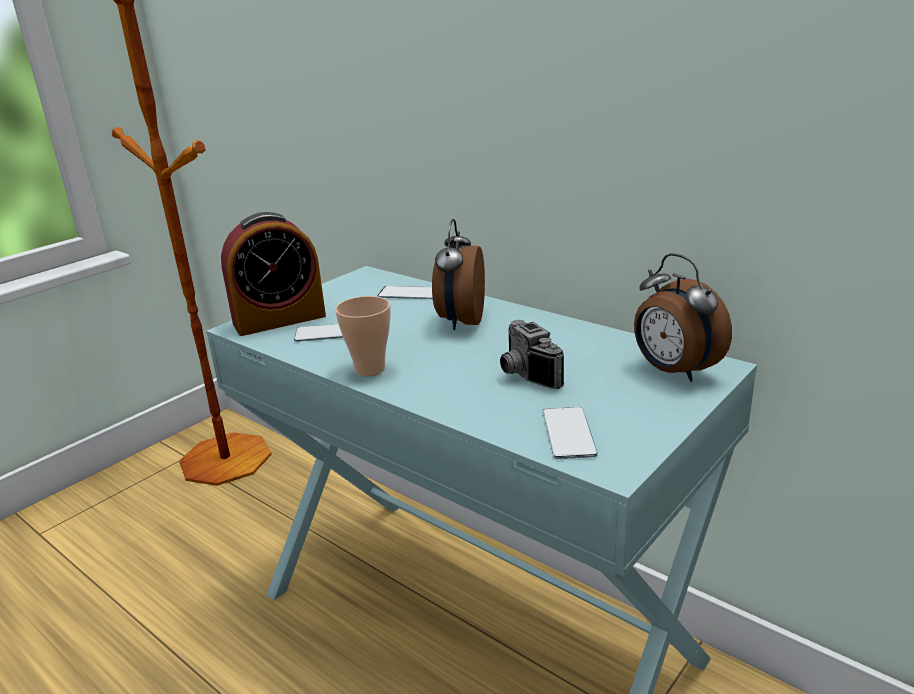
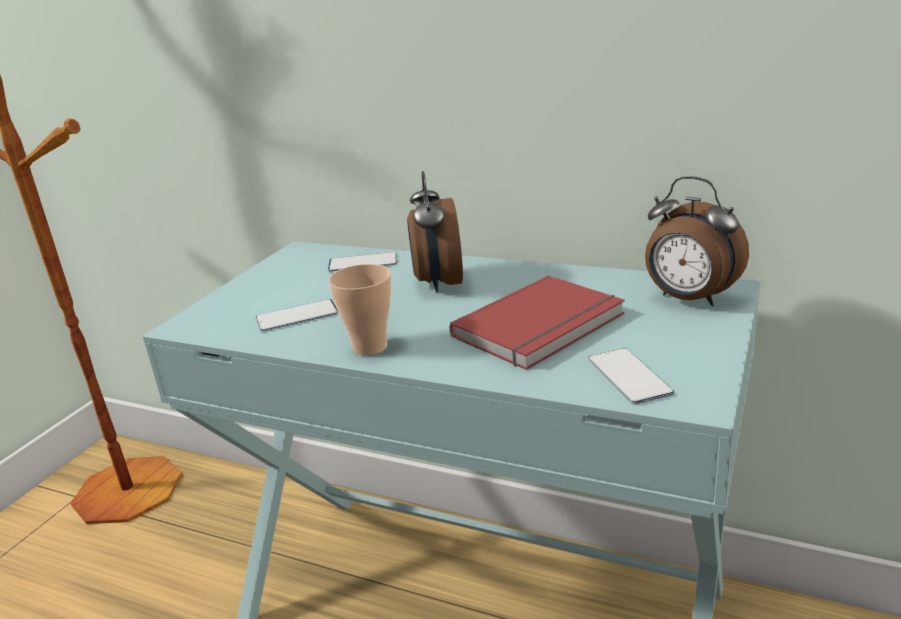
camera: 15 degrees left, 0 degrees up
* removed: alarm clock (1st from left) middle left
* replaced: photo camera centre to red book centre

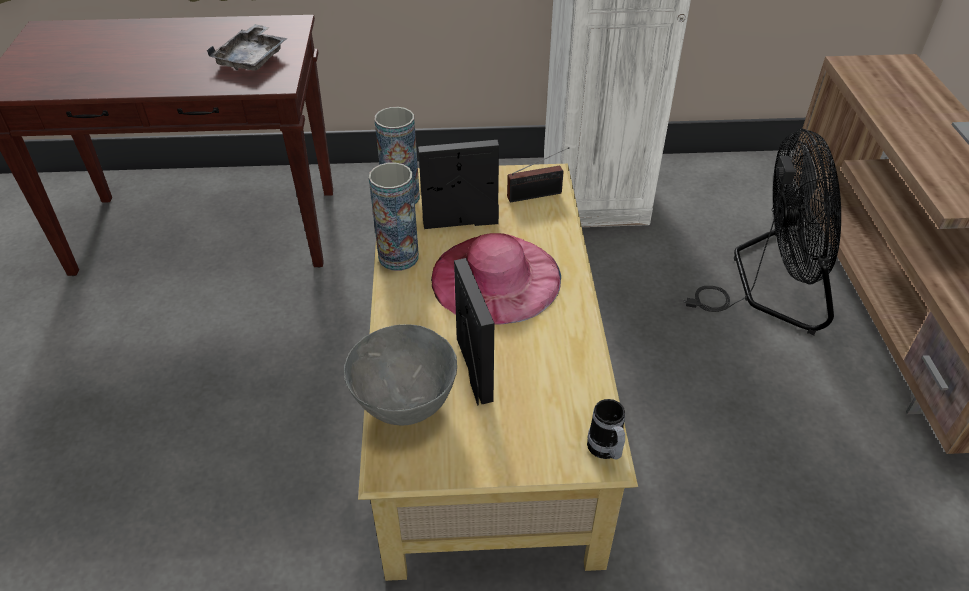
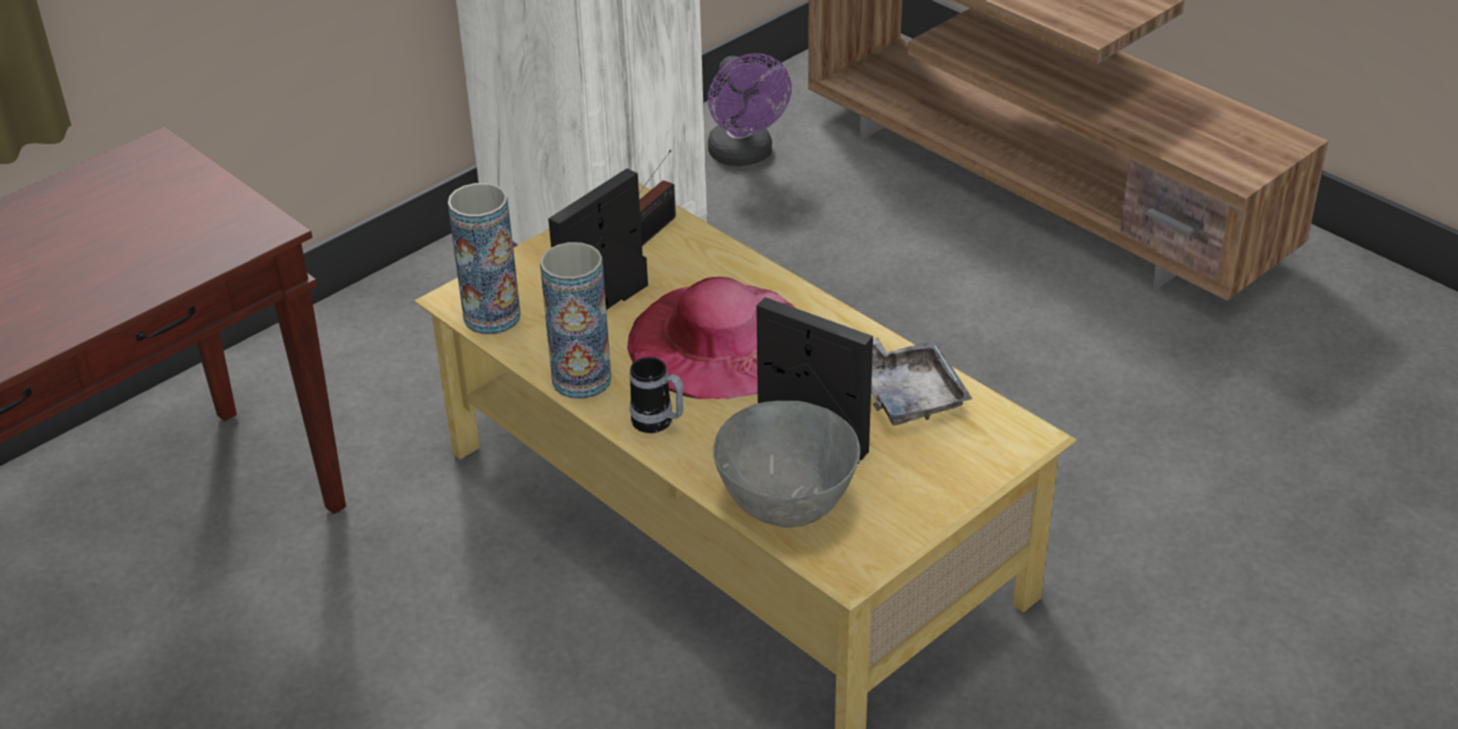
camera: 40 degrees left, 5 degrees down
* moved: grey tray top left to centre
* removed: black fan middle right
* moved: mug bottom centre to centre
* added: purple fan top centre

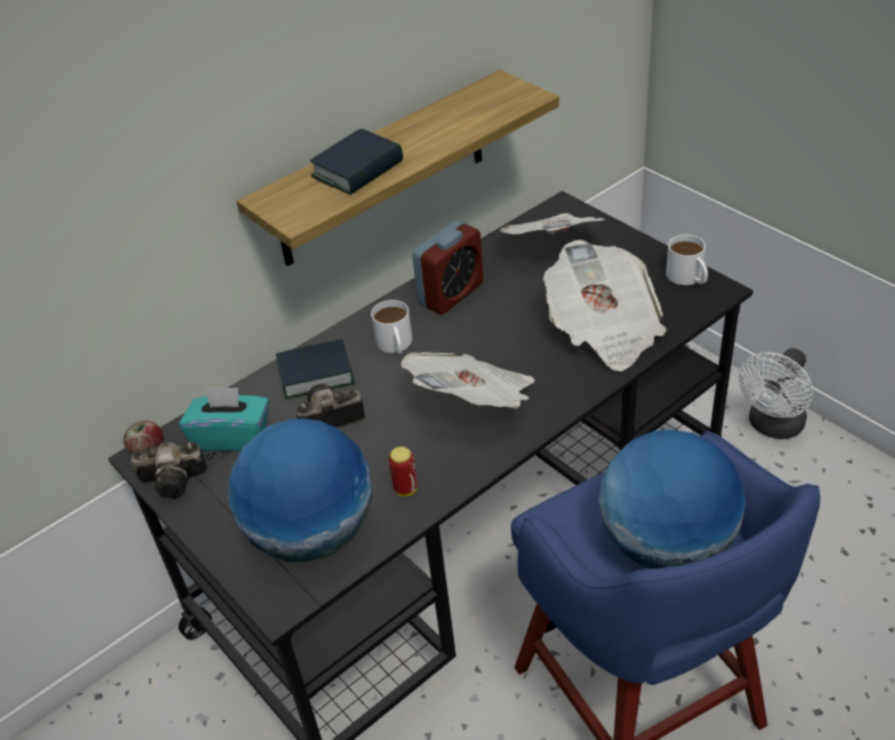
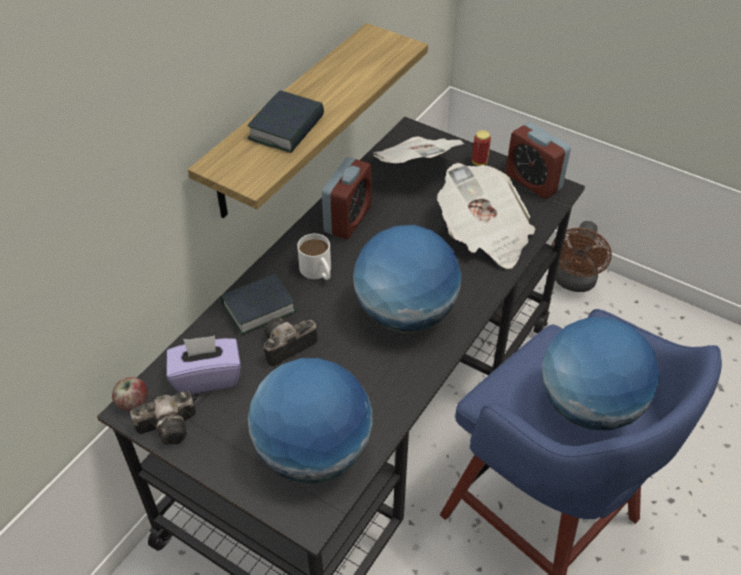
camera: 20 degrees left, 5 degrees up
* replaced: white mug (2nd from left) middle right to alarm clock (2nd from left) top right
* recoloured: white fan middle right to brown fan middle right
* replaced: newspaper (1st from left) centre to globe (2nd from left) centre
* recoloured: turquoise tissue box middle left to purple tissue box middle left
* moved: can centre to top centre

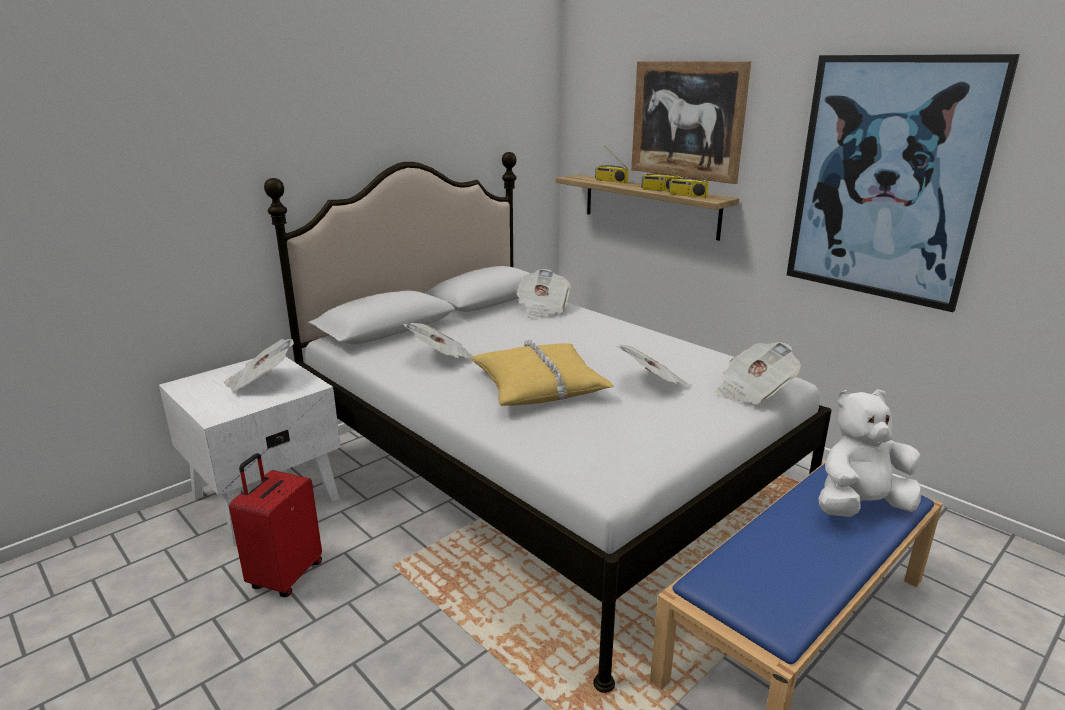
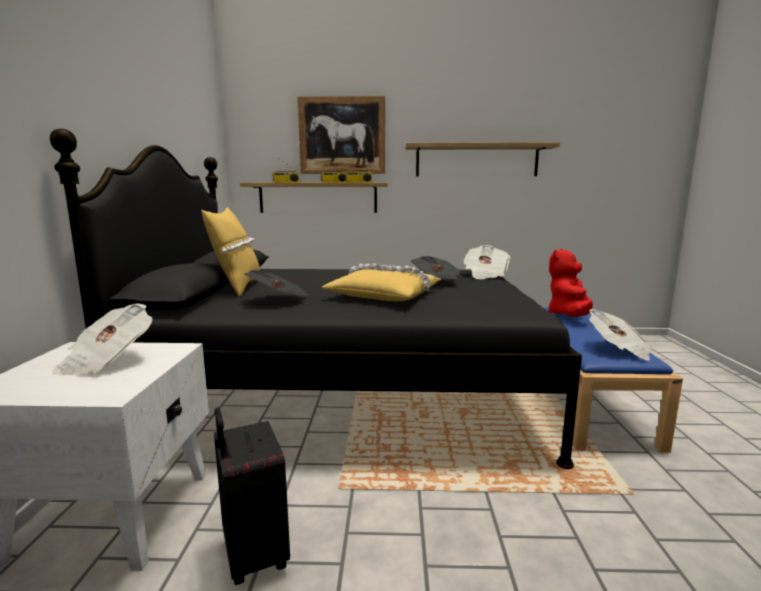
camera: 45 degrees left, 10 degrees down
* replaced: picture (2nd from left) top right to shelf (2nd from left) top centre
* recoloured: white bed centre to black bed centre
* moved: newspaper (3rd from left in the first image) centre to newspaper (5th from left) middle right
* recoloured: white plush toy middle right to red plush toy middle right
* recoloured: red suitcase bottom left to black suitcase bottom left
* added: yellow pillow (1st from left) middle left

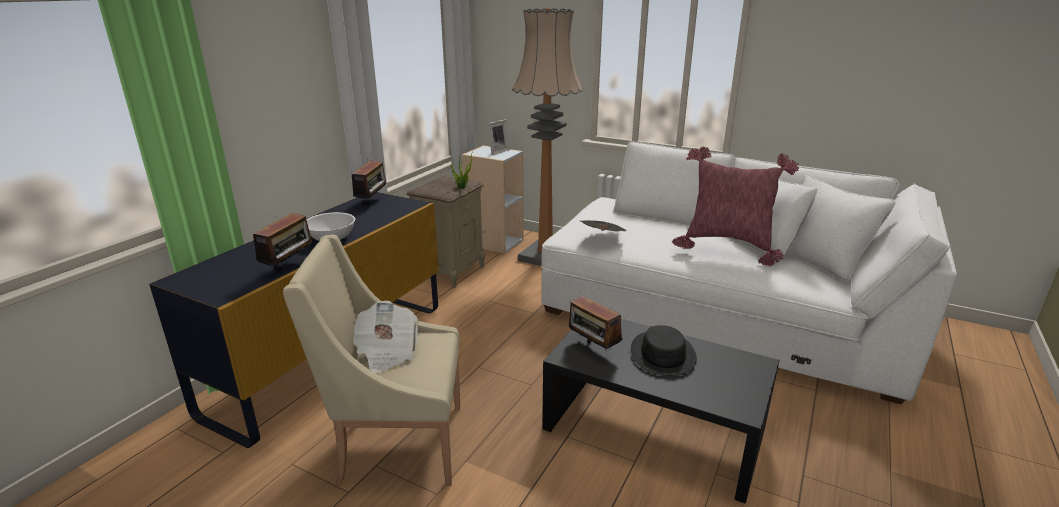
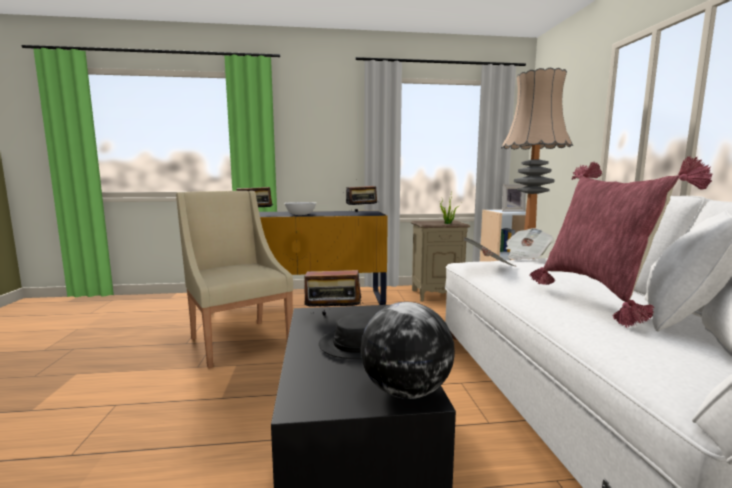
camera: 55 degrees right, 15 degrees down
* turned: radio (3rd from left in the first image) centre = centre 105 degrees counterclockwise
* moved: newspaper (1st from left in the first image) centre to newspaper (2nd from left) middle right
* added: globe bottom centre

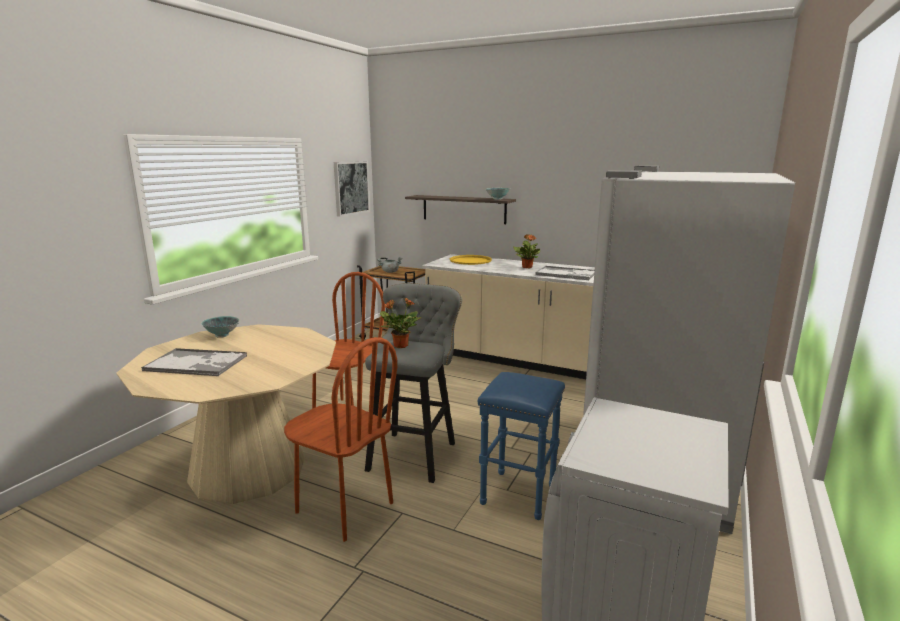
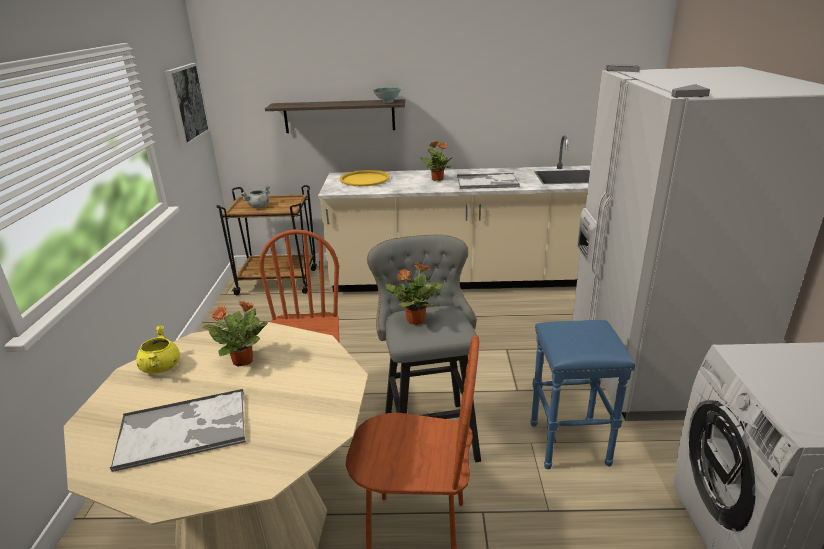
camera: 25 degrees left, 10 degrees up
* replaced: bowl (1st from left) middle left to yellow cooking pot middle left
* added: potted plant (1st from left) middle left

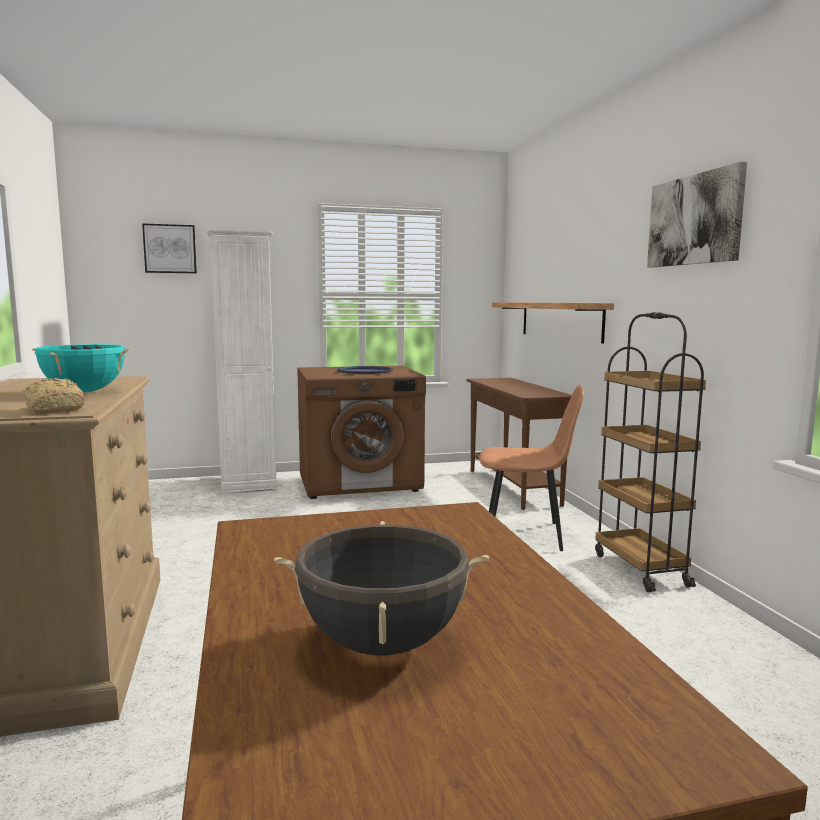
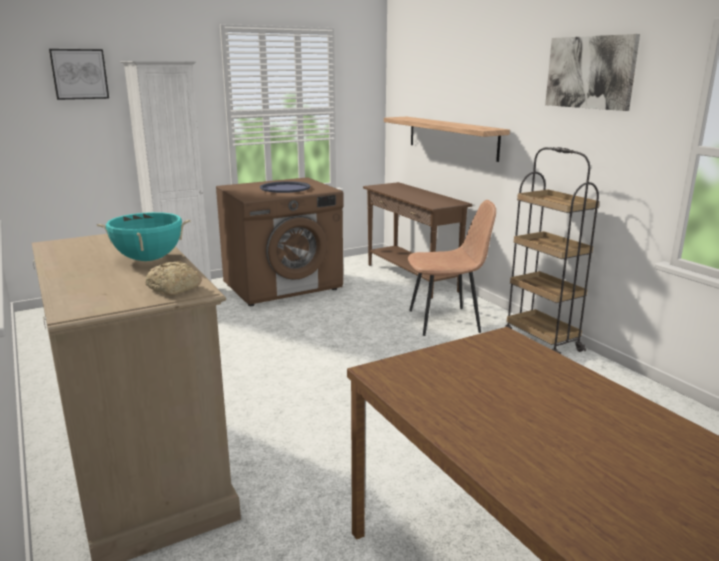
camera: 15 degrees left, 10 degrees up
* removed: black cooking pot bottom centre

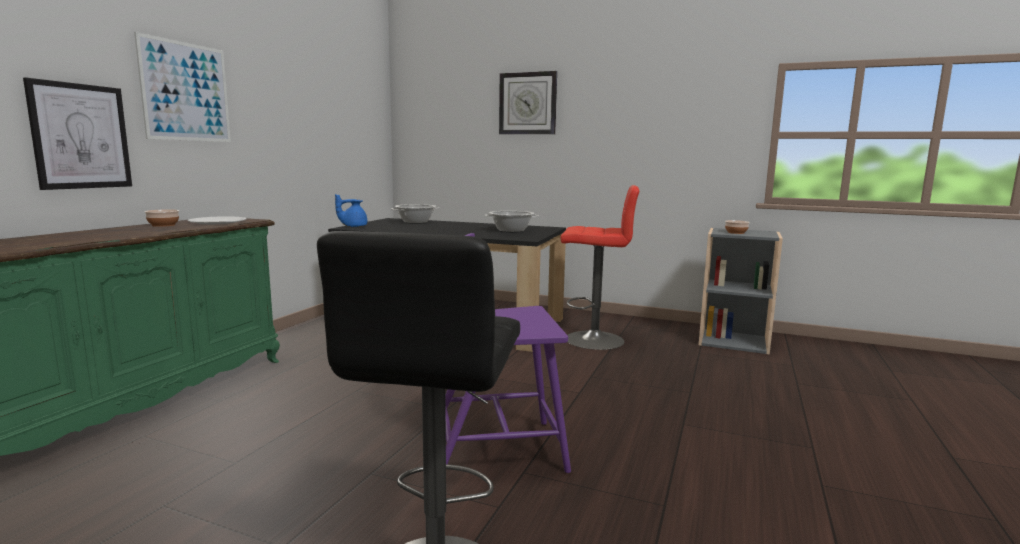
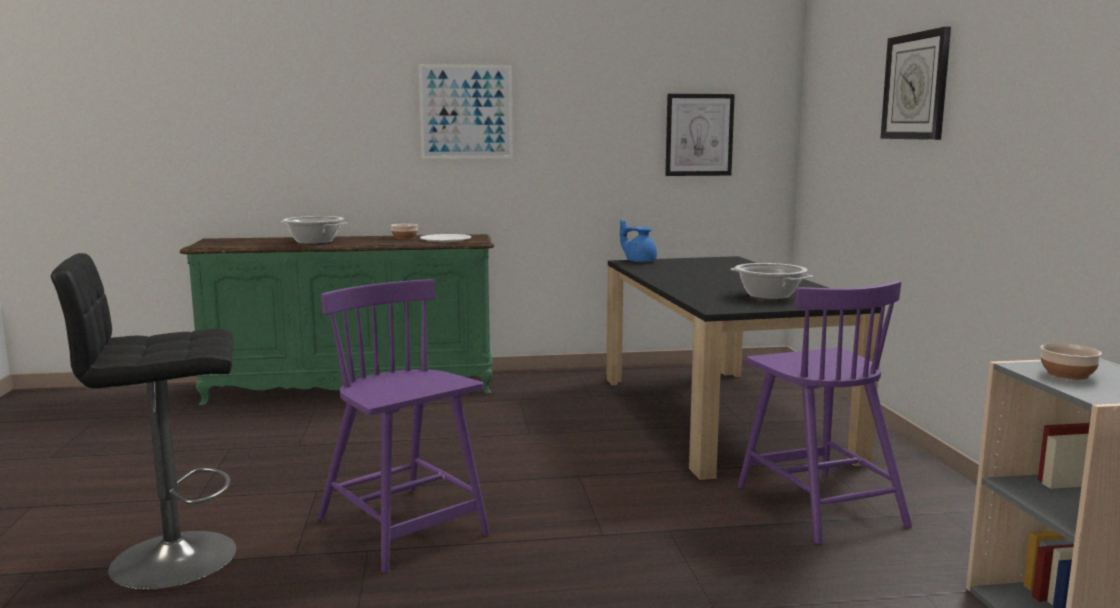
camera: 60 degrees right, 0 degrees up
* moved: picture (1st from left in the first image) top left to picture (2nd from left) top centre
* replaced: red stool centre to purple chair (2nd from left) bottom right
* moved: cooking pot (1st from left) centre to middle left

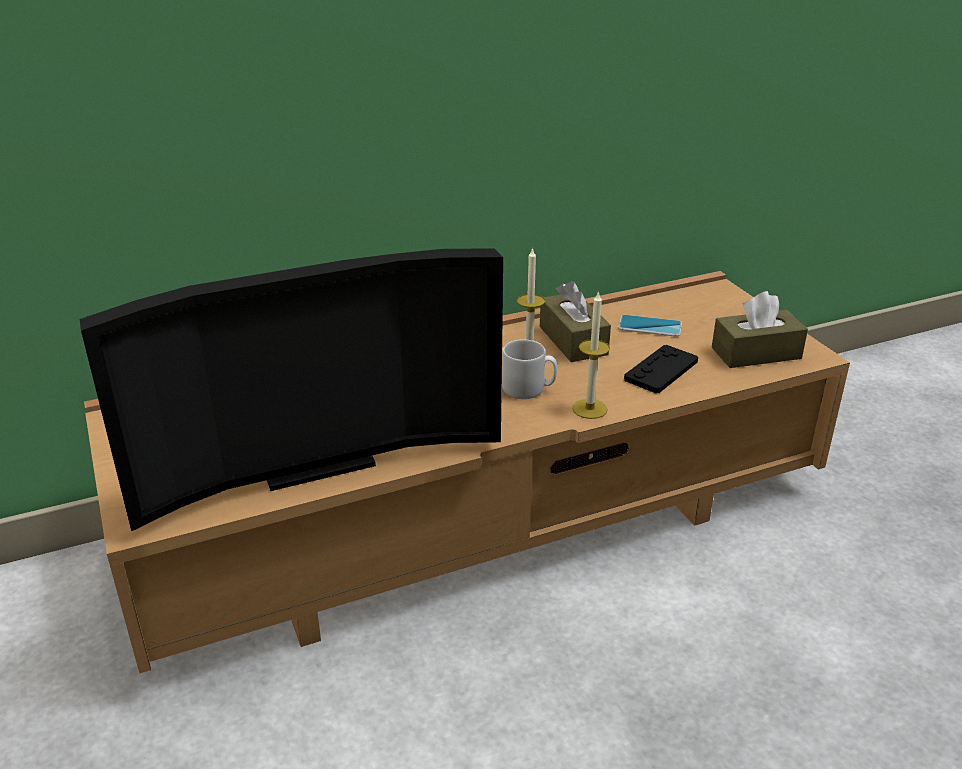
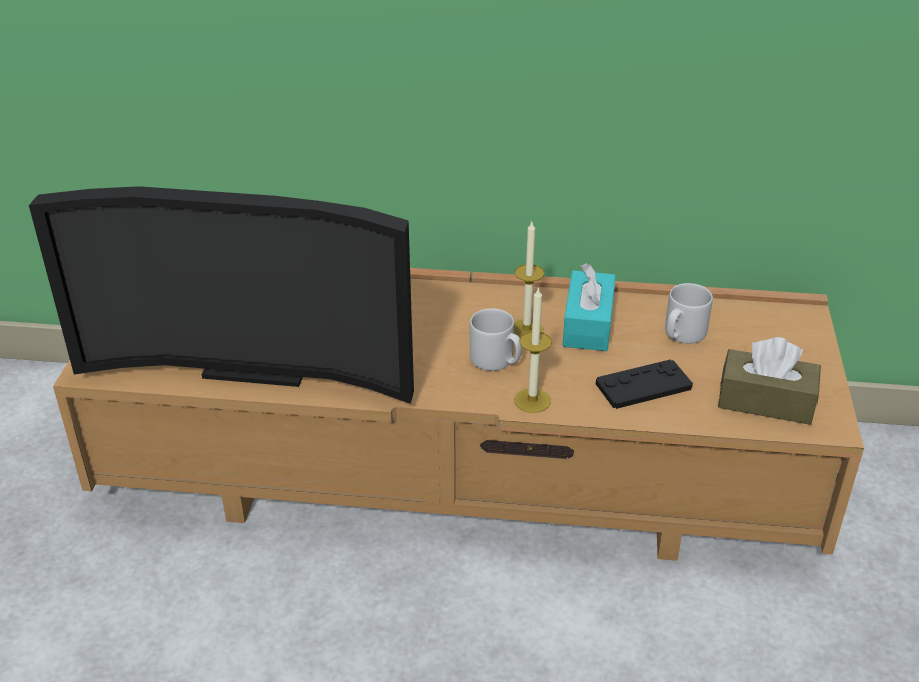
camera: 30 degrees right, 5 degrees up
* recoloured: brown tissue box (1st from left) centre to turquoise tissue box centre
* replaced: phone middle right to grey mug (2nd from left) middle right

